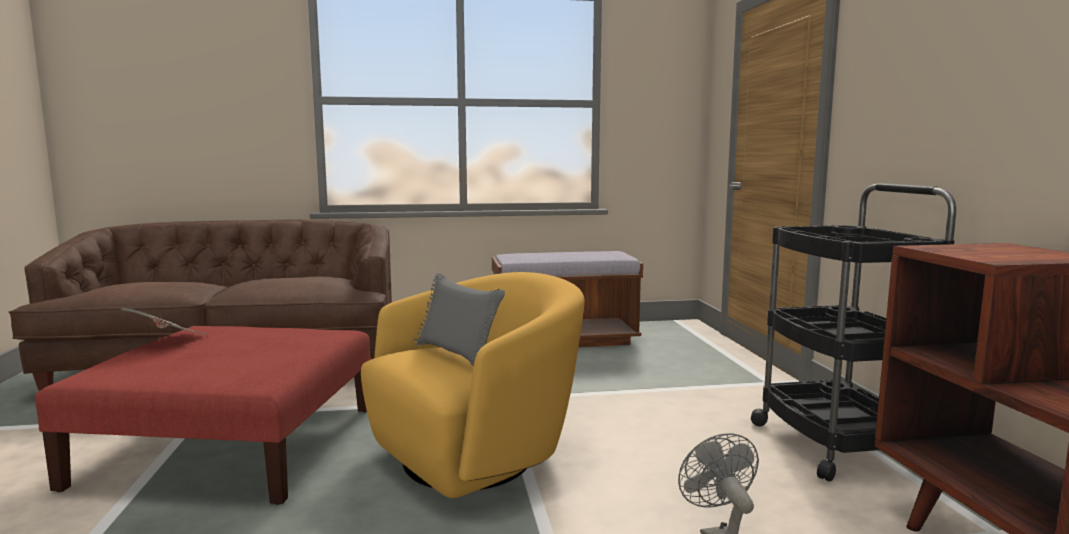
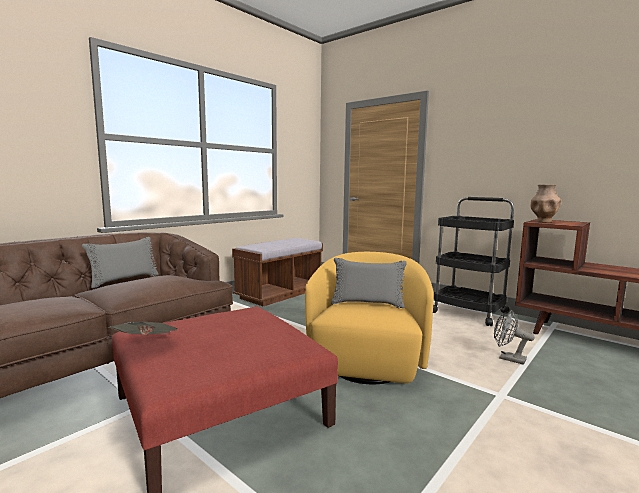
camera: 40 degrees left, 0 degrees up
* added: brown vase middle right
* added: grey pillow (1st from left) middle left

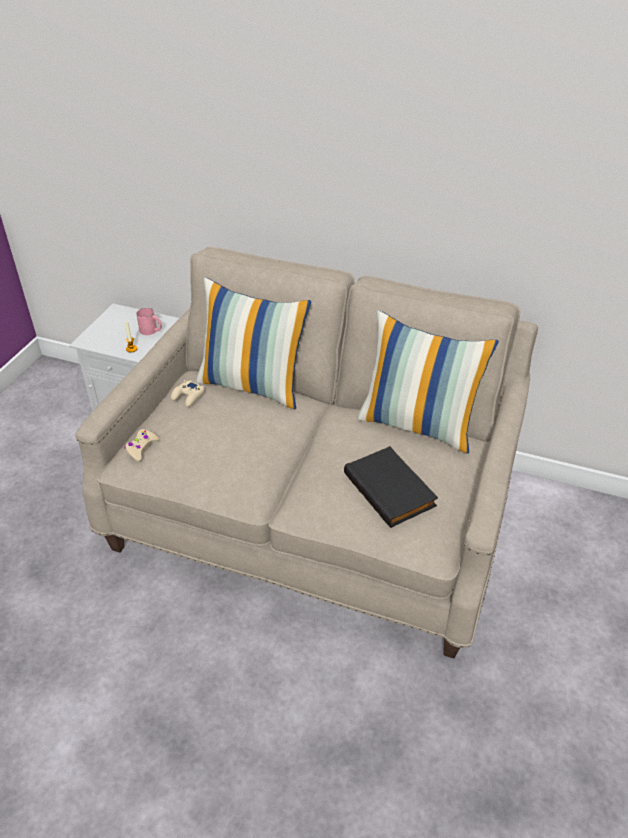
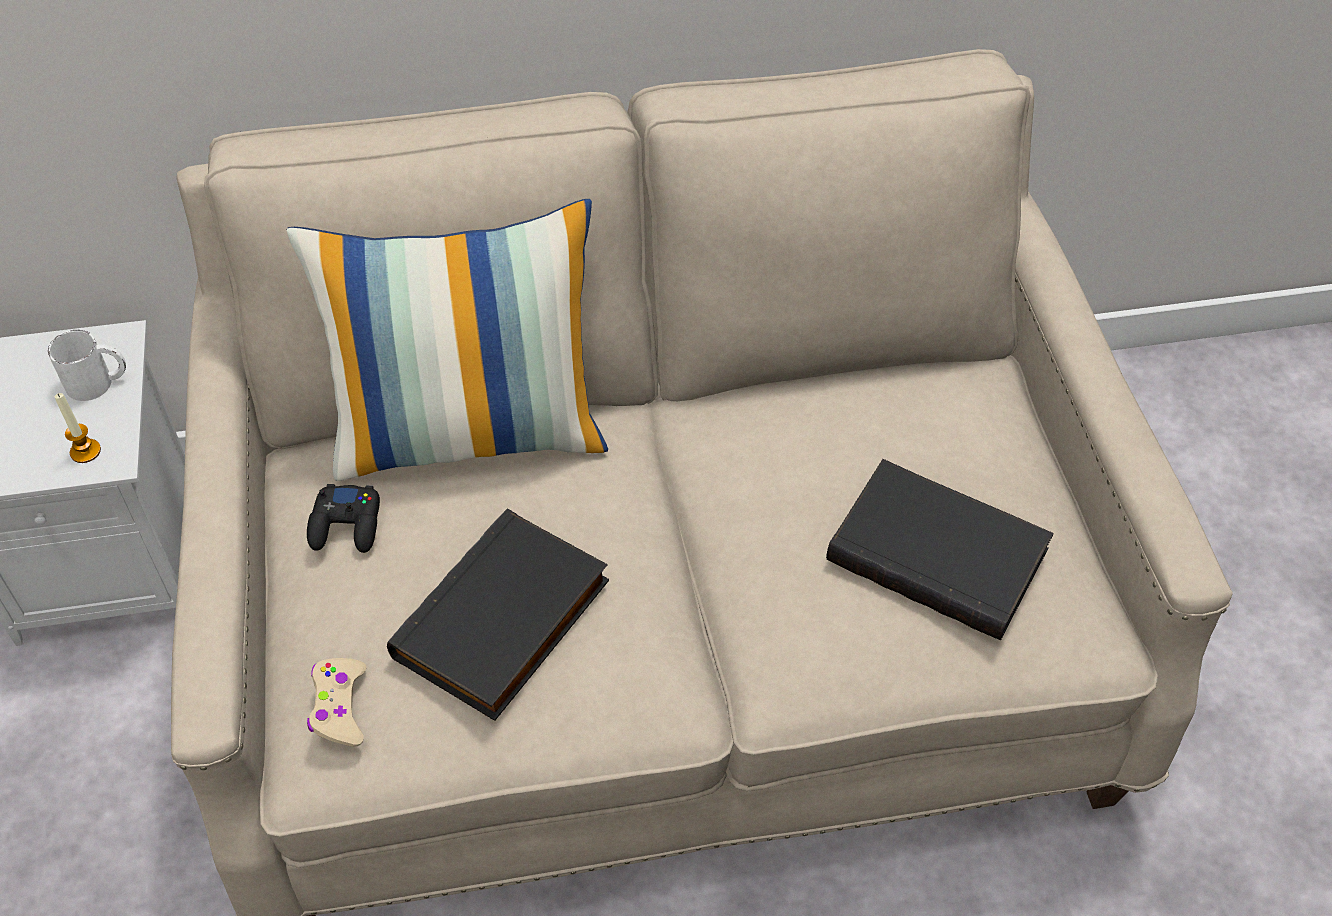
camera: 30 degrees left, 10 degrees up
* recoloured: pink mug middle left to white mug middle left
* removed: pillow (2nd from left) middle right
* recoloured: beige game controller (2nd from left) middle left to black game controller middle left
* added: black book (1st from left) bottom centre

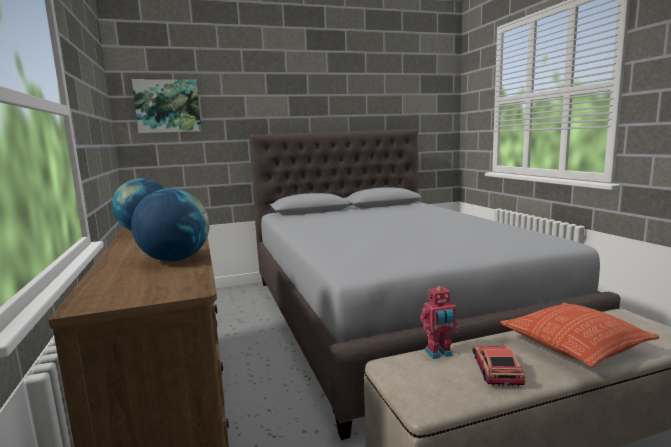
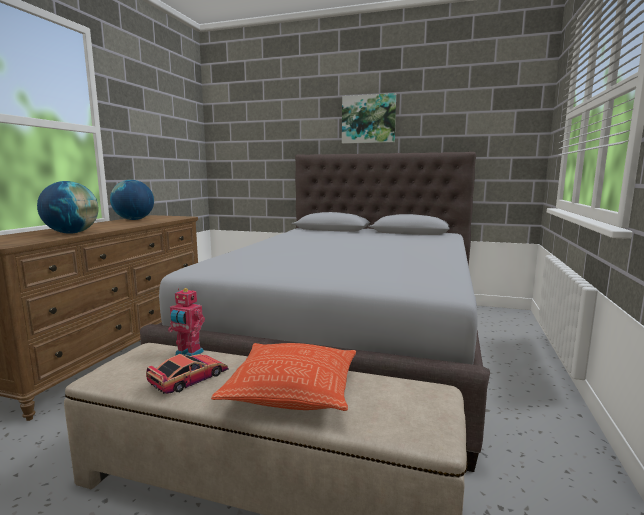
camera: 35 degrees right, 0 degrees up
* moved: picture top left to top centre

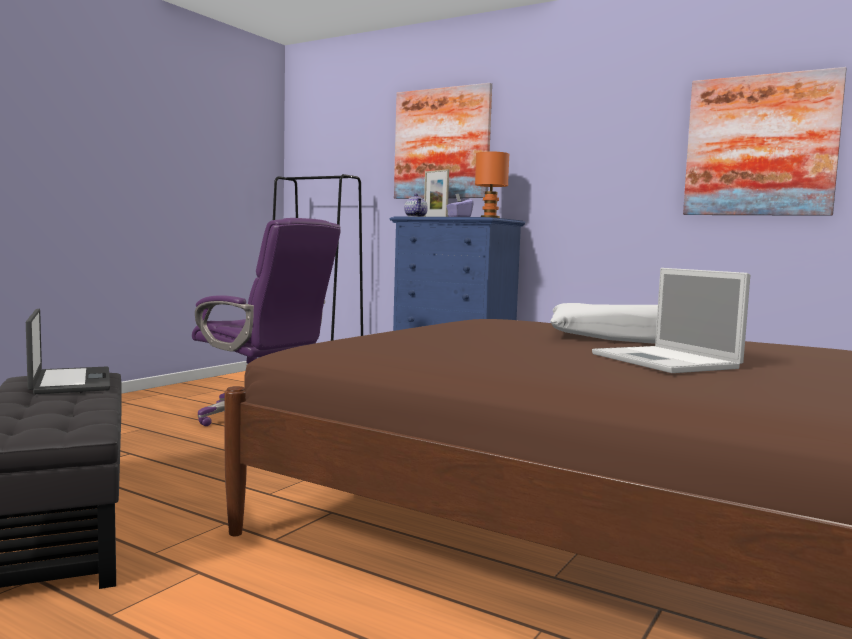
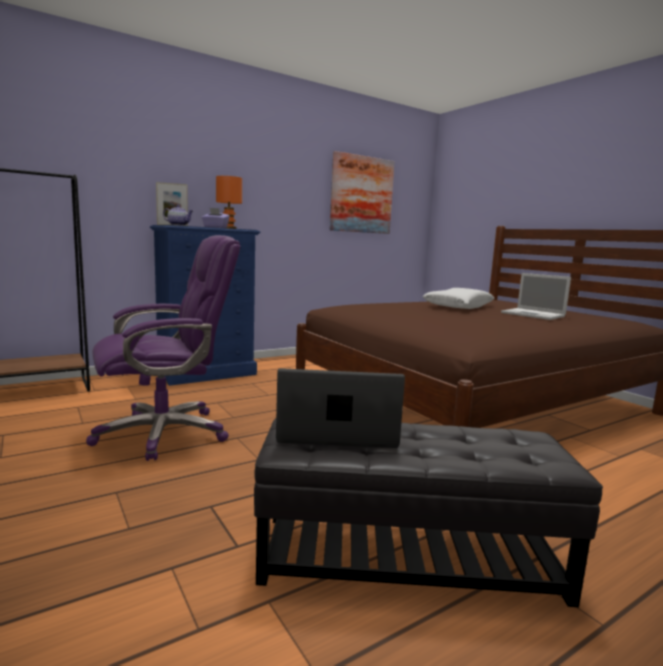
camera: 65 degrees left, 5 degrees up
* removed: picture (1st from left) top centre
* turned: laptop (2nd from left) middle right = middle right 45 degrees clockwise

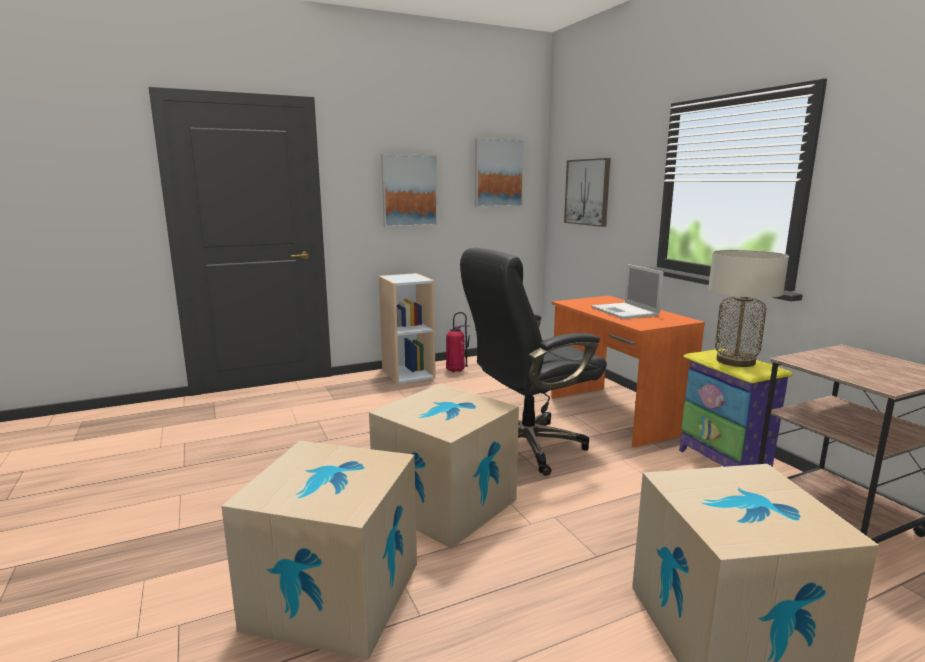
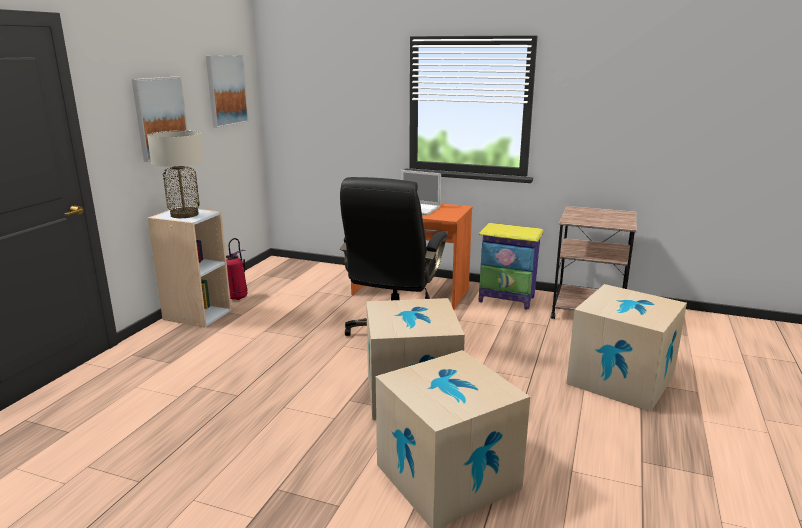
camera: 45 degrees left, 5 degrees up
* removed: picture (3rd from left) top centre
* moved: table lamp middle right to top left

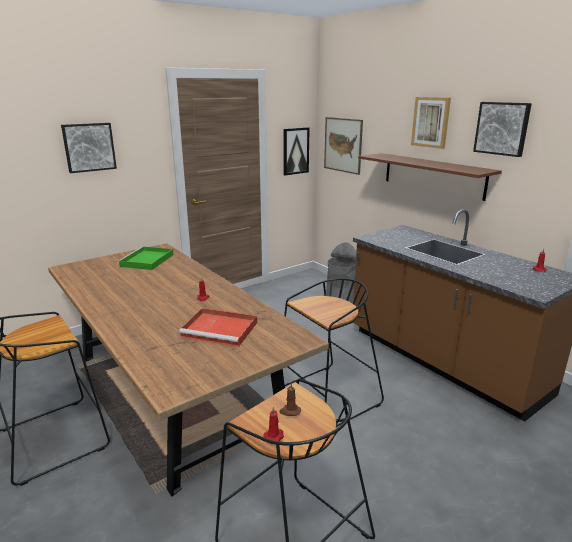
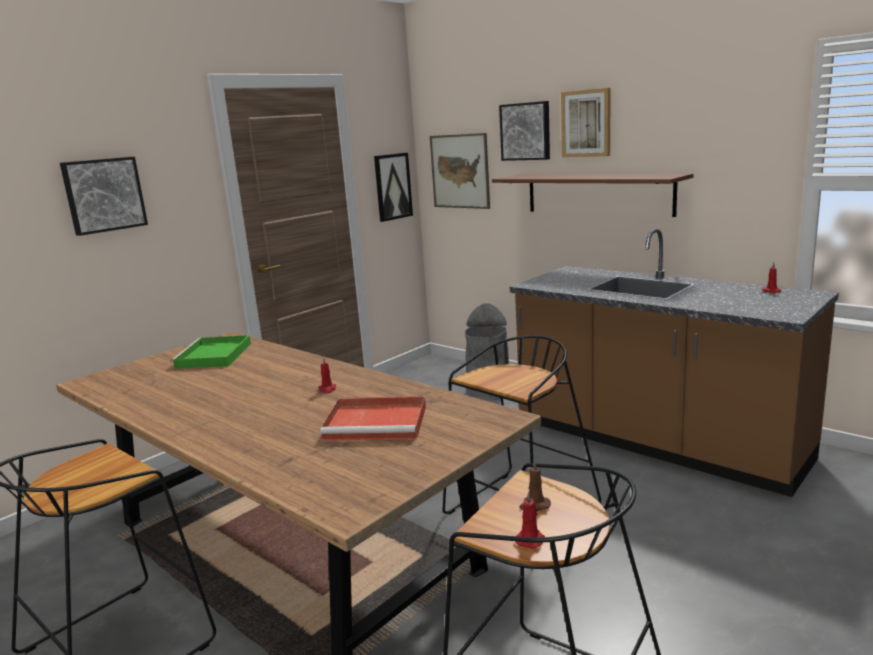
camera: 10 degrees left, 5 degrees down
* moved: picture (5th from left in the first image) top right to picture (4th from left) top centre

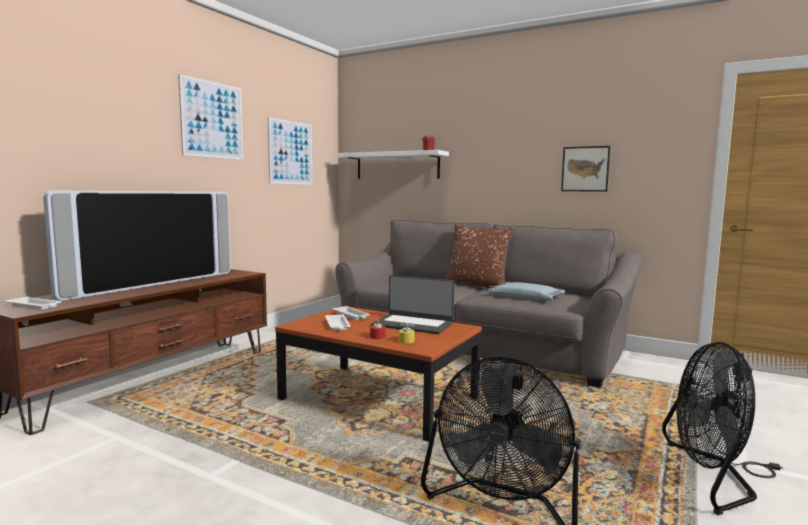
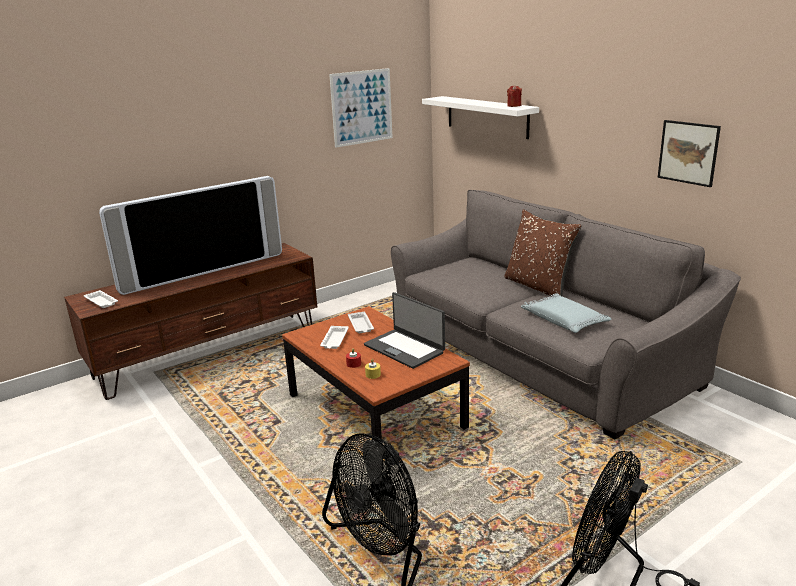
camera: 25 degrees right, 15 degrees up
* removed: picture (1st from left) top left

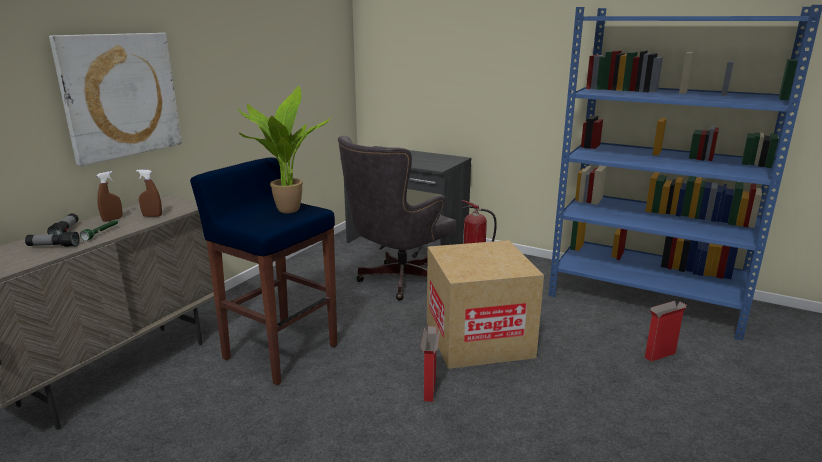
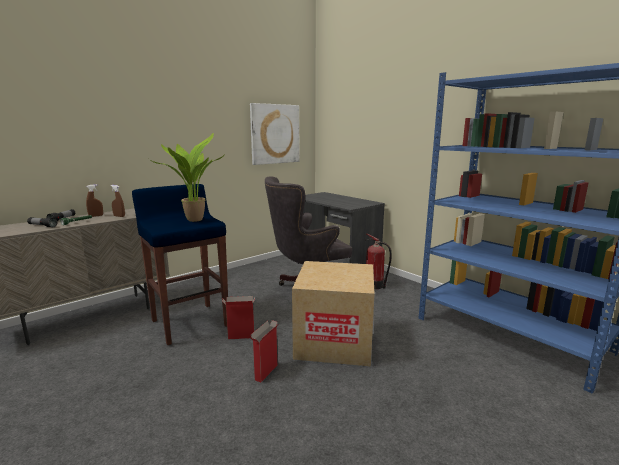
camera: 20 degrees right, 5 degrees down
* moved: picture top left to top centre
* moved: cardboard box (3rd from left in the first image) bottom right to cardboard box (1st from left) bottom centre

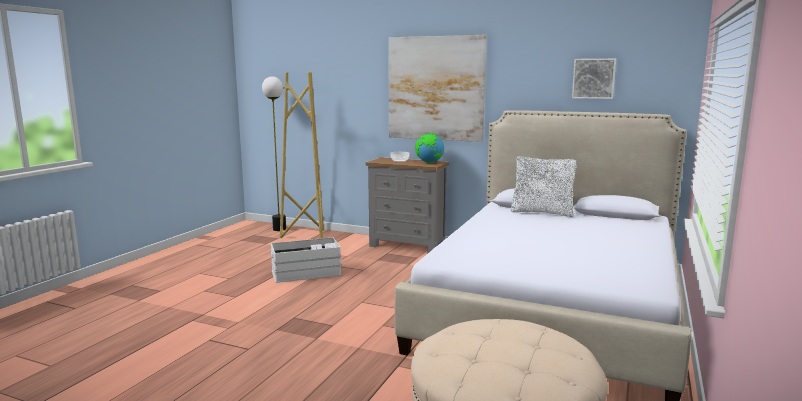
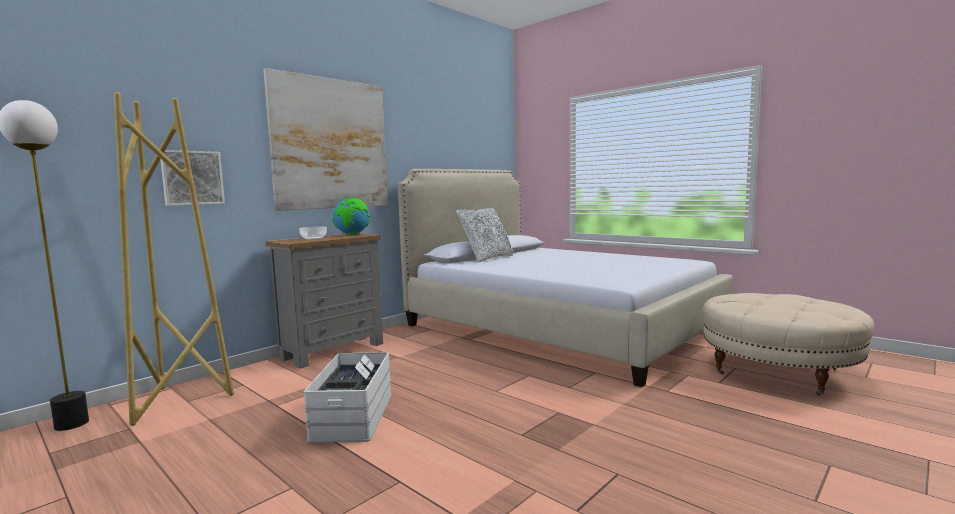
camera: 70 degrees left, 5 degrees down
* moved: picture (2nd from left in the first image) top right to picture (1st from left) middle left

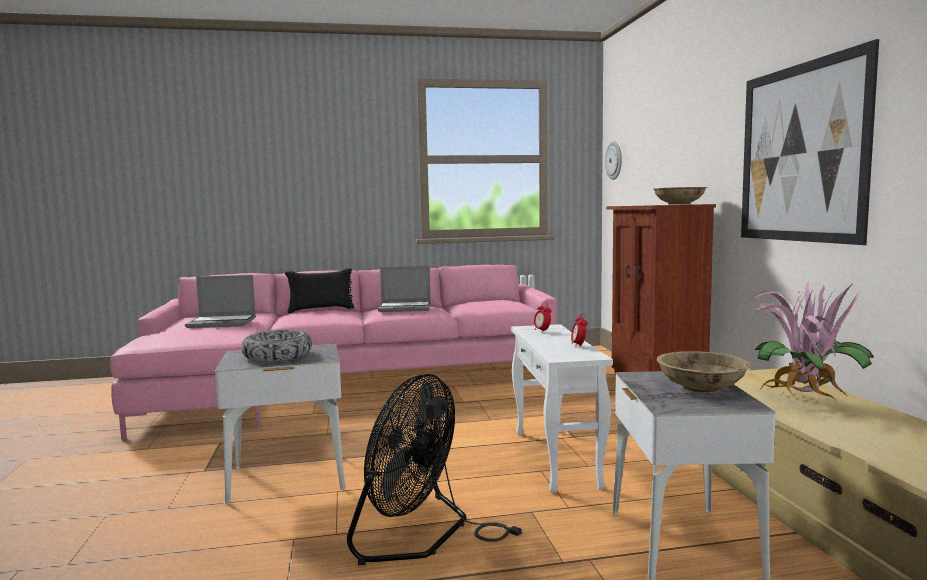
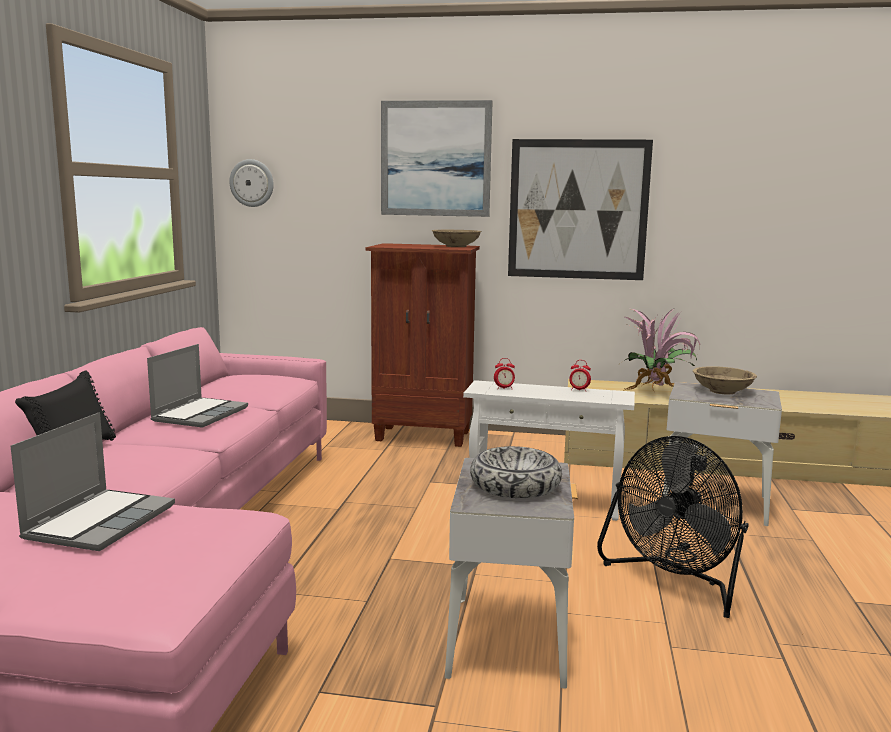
camera: 70 degrees left, 5 degrees up
* added: picture (1st from left) top centre

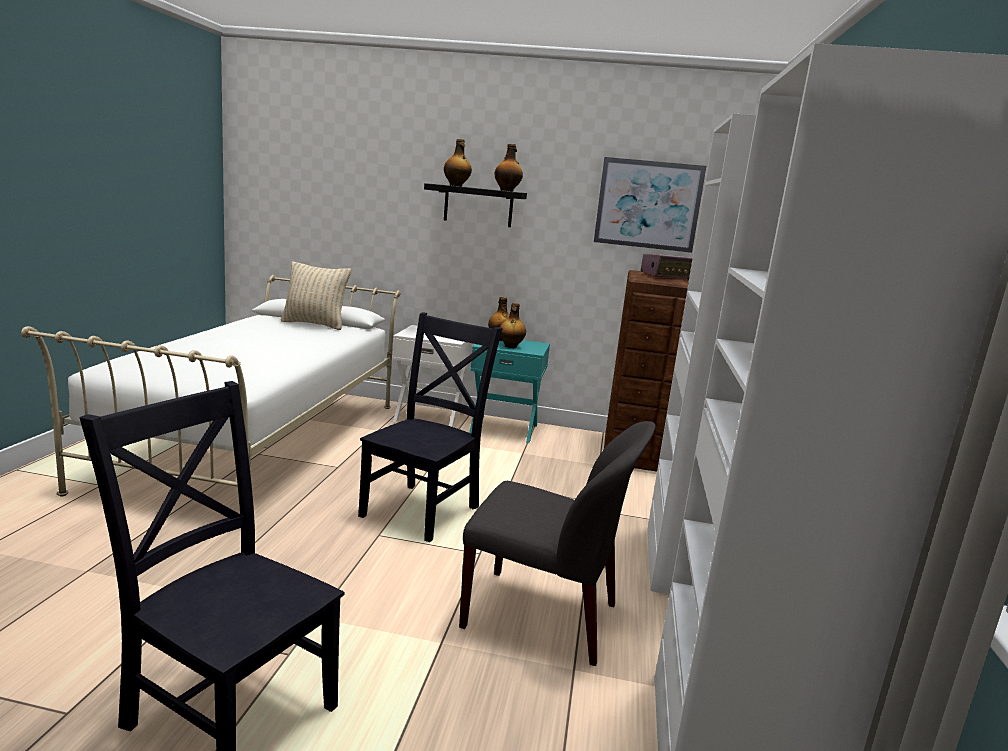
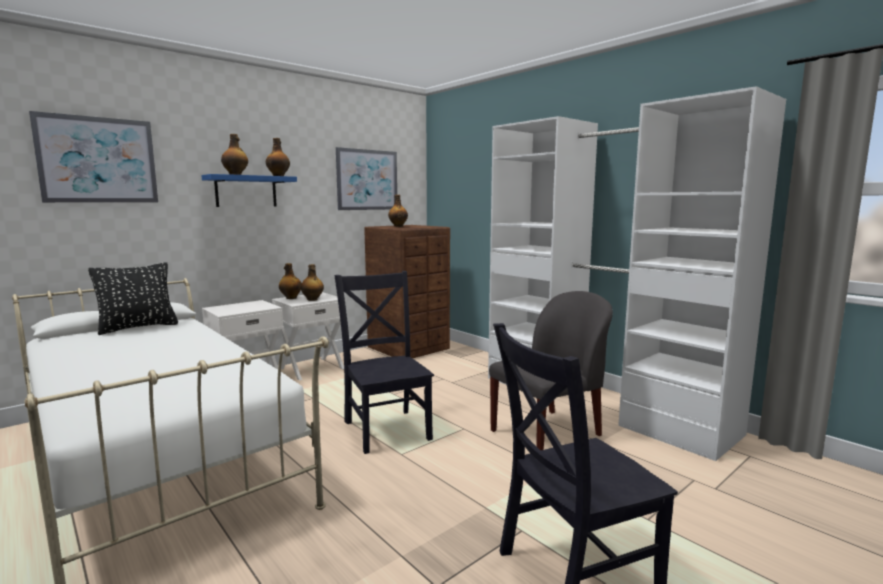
camera: 50 degrees left, 5 degrees down
* recoloured: black shelf top centre to blue shelf top left
* replaced: radio centre to bottle (5th from left) centre
* recoloured: beige pillow middle left to black pillow middle left
* recoloured: turquoise nightstand centre to white nightstand (2nd from left) centre
* added: picture (1st from left) top left

